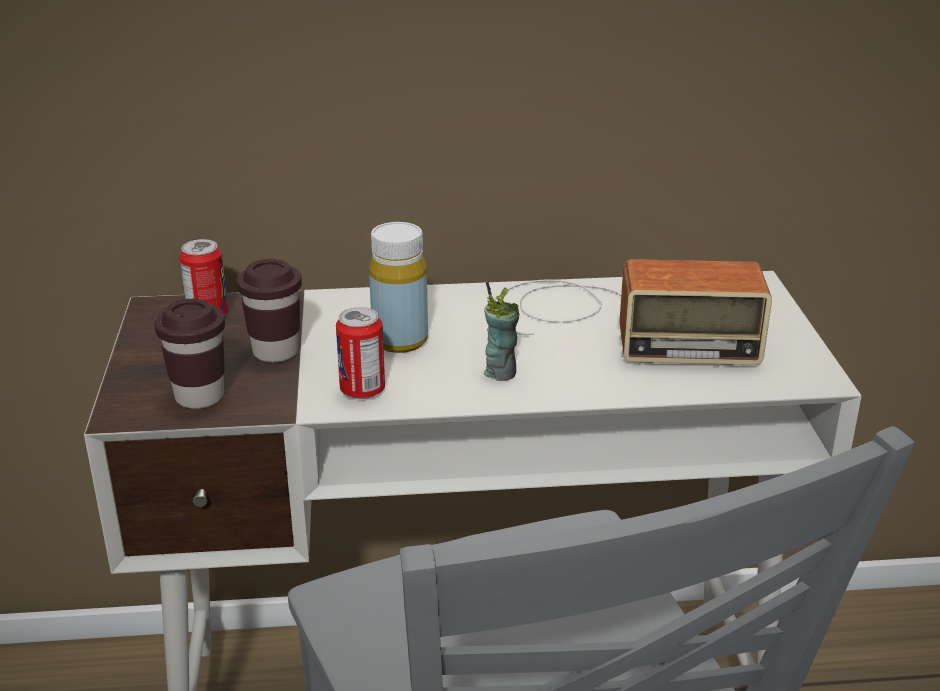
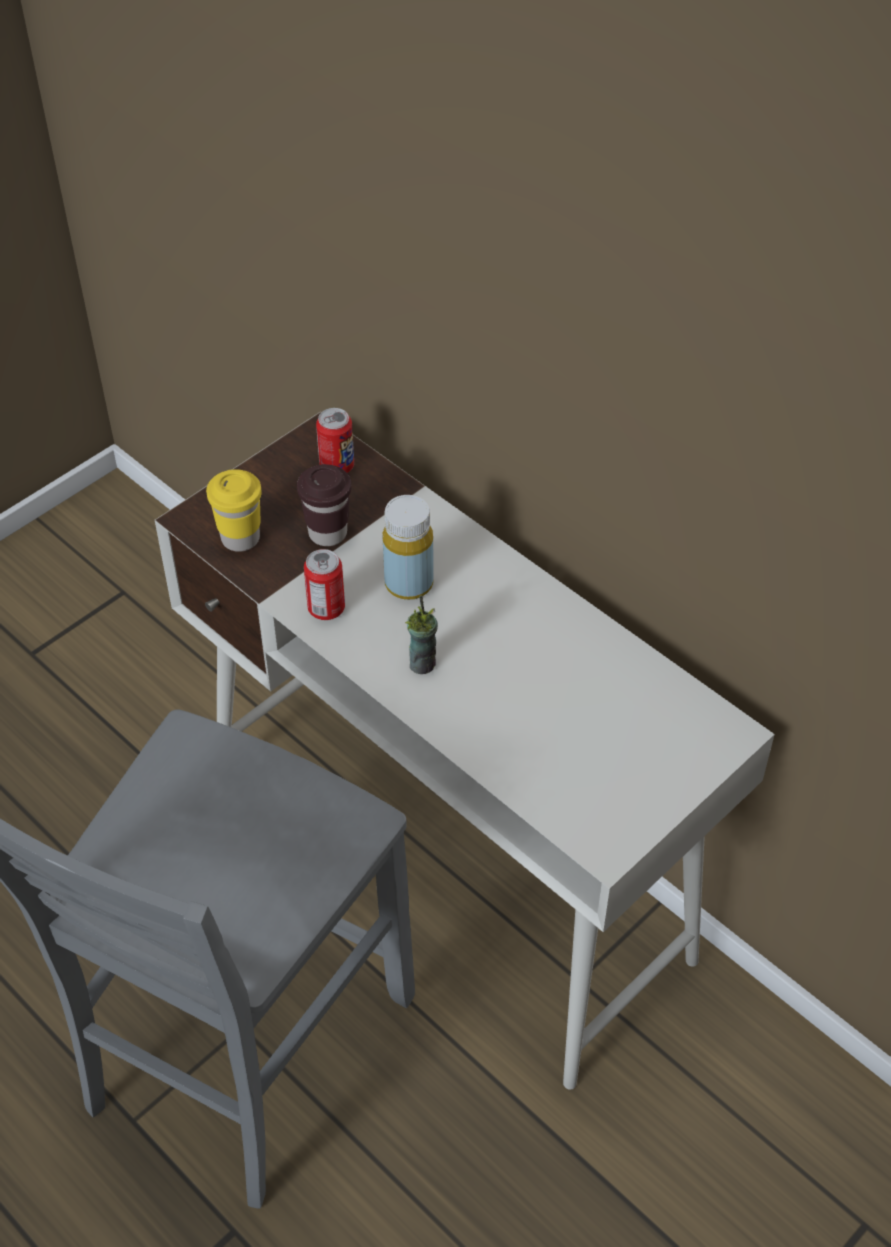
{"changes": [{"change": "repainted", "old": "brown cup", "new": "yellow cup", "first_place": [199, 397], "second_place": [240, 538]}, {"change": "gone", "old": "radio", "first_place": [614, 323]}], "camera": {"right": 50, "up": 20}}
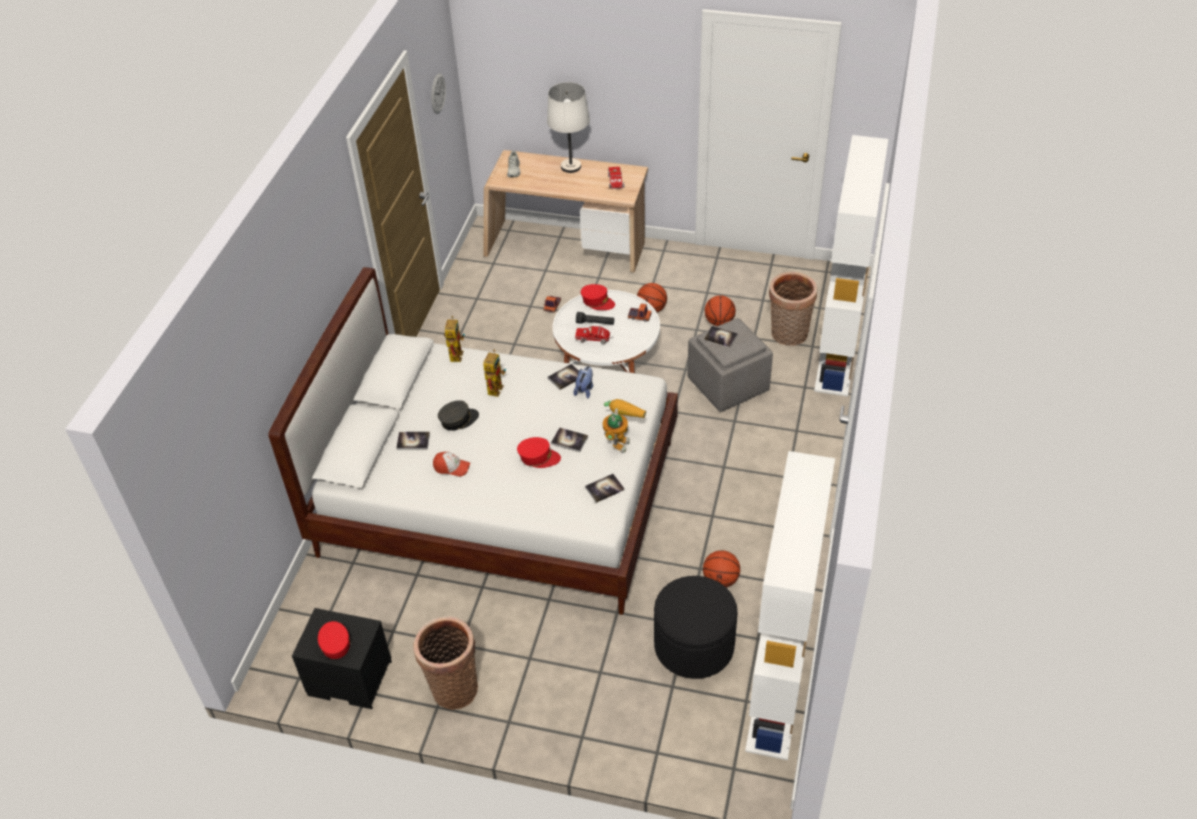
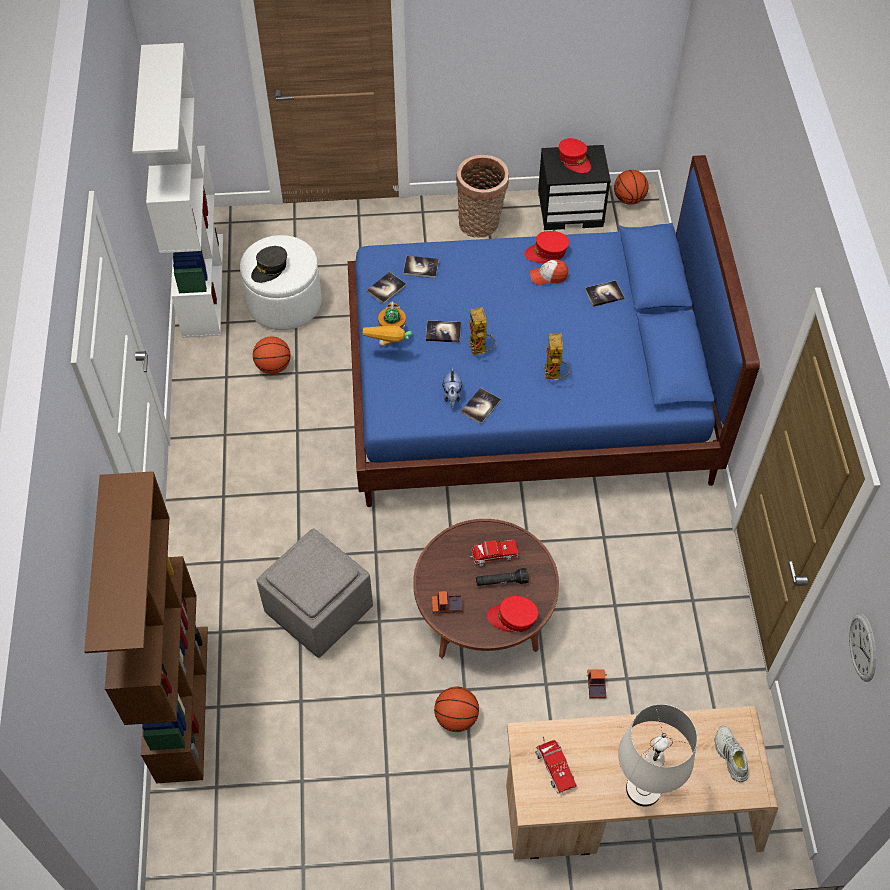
{"changes": [{"change": "repainted", "old": "white bed", "new": "blue bed", "first_place": [499, 497], "second_place": [527, 396]}, {"change": "shifted", "old": "grey cap", "first_place": [458, 420], "second_place": [270, 269]}, {"change": "shifted", "old": "toy robot", "first_place": [455, 353], "second_place": [480, 350]}, {"change": "shifted", "old": "red cap", "first_place": [538, 457], "second_place": [547, 252]}, {"change": "repainted", "old": "white coffee table", "new": "brown coffee table", "first_place": [607, 359], "second_place": [484, 610]}, {"change": "repainted", "old": "black ottoman", "new": "white ottoman", "first_place": [694, 645], "second_place": [284, 303]}, {"change": "shifted", "old": "book", "first_place": [720, 337], "second_place": [421, 267]}, {"change": "shifted", "old": "basketball", "first_place": [719, 322], "second_place": [629, 199]}, {"change": "gone", "old": "basket", "first_place": [788, 335]}, {"change": "repainted", "old": "white bookcase", "new": "brown bookcase", "first_place": [838, 353], "second_place": [181, 702]}], "camera": {"right": 160, "up": 10}}
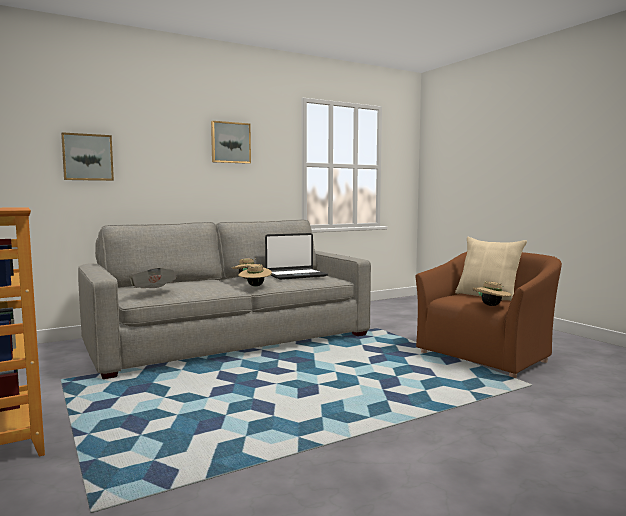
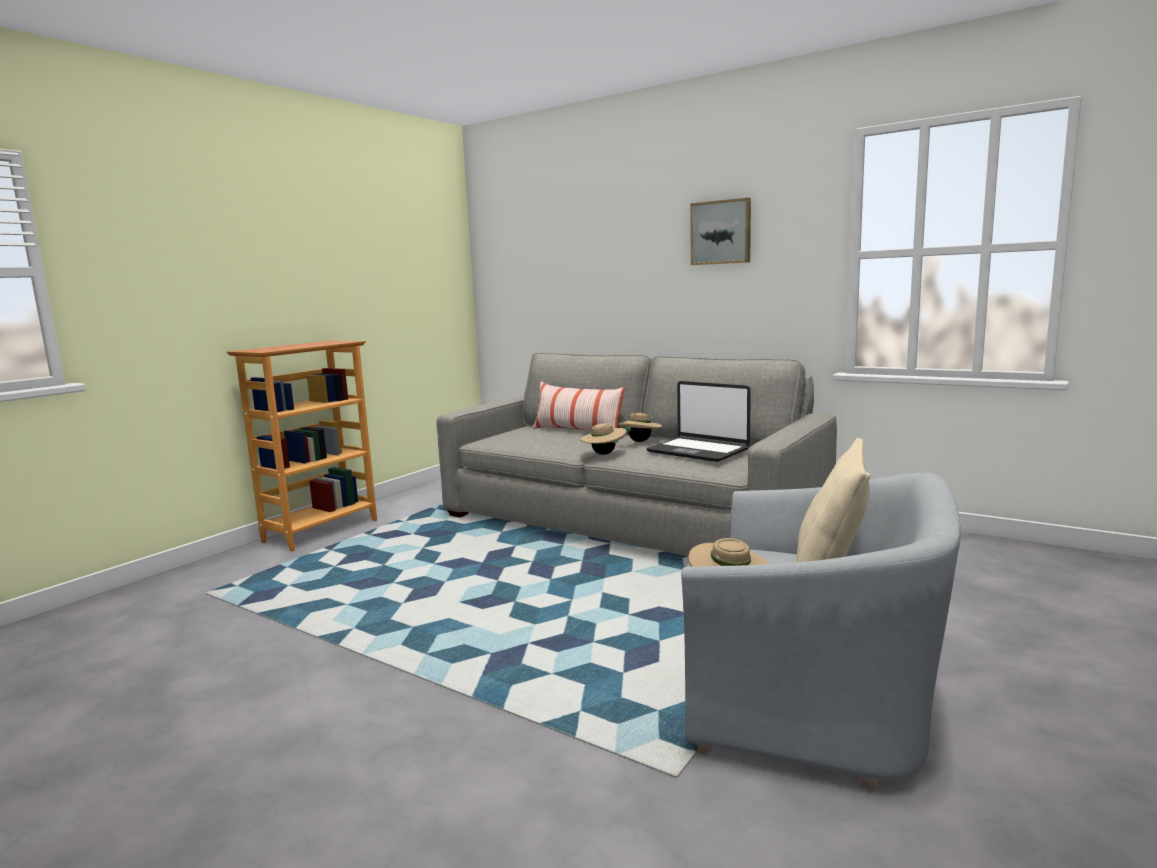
{"changes": [{"change": "gone", "old": "picture", "first_place": [87, 157]}, {"change": "gone", "old": "newspaper", "first_place": [154, 292]}, {"change": "repainted", "old": "brown armchair", "new": "grey armchair", "first_place": [486, 355], "second_place": [815, 706]}, {"change": "new", "new": "pillow", "second_place": [577, 432]}], "camera": {"right": 65, "up": 5}}
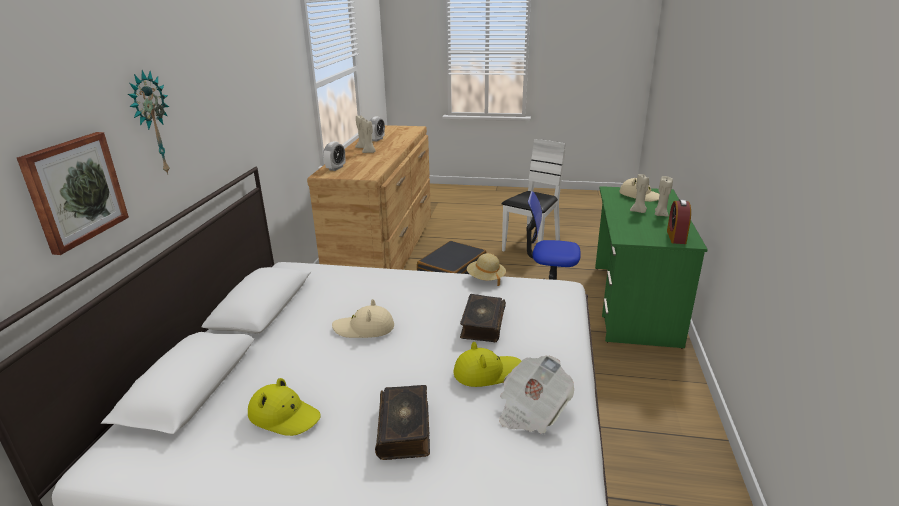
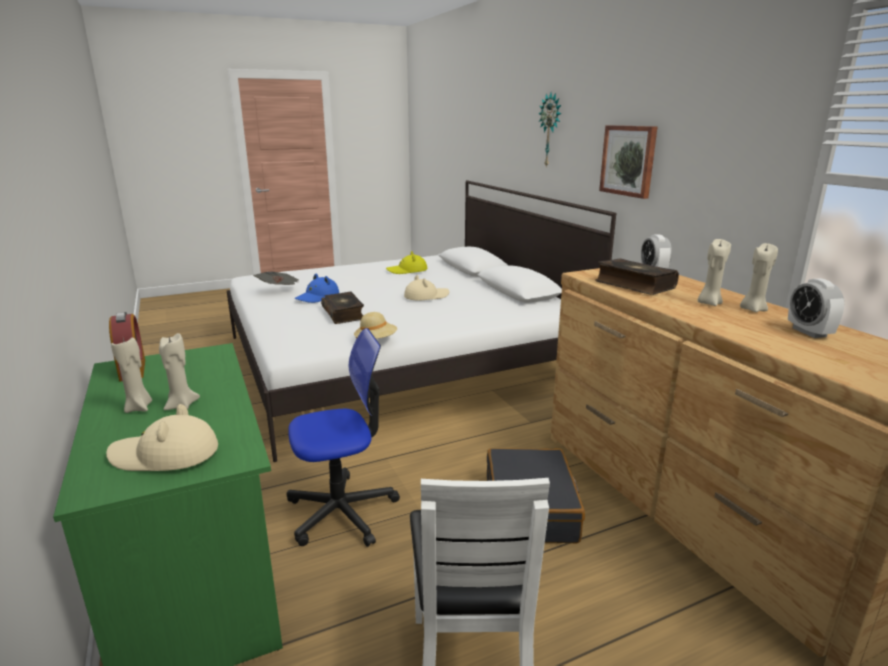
{"changes": [{"change": "shifted", "old": "picture", "first_place": [74, 190], "second_place": [629, 160]}, {"change": "shifted", "old": "book", "first_place": [405, 429], "second_place": [634, 285]}, {"change": "repainted", "old": "yellow hat", "new": "blue hat", "first_place": [487, 372], "second_place": [317, 297]}], "camera": {"right": 145, "up": -5}}
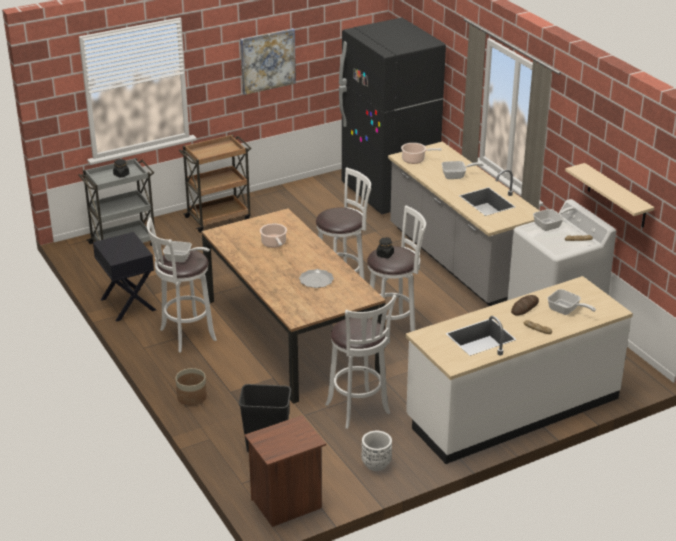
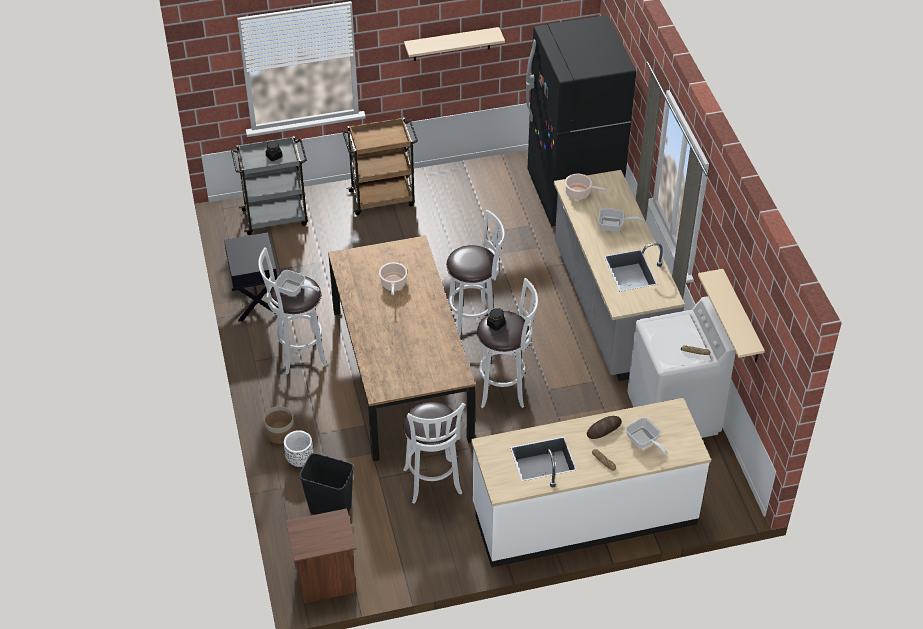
{"changes": [{"change": "swapped", "old": "picture", "new": "beige shelf", "first_place": [267, 61], "second_place": [451, 44]}, {"change": "gone", "old": "plate", "first_place": [316, 280]}, {"change": "shifted", "old": "white planter", "first_place": [376, 464], "second_place": [299, 459]}, {"change": "gone", "old": "frying pan", "first_place": [551, 225]}], "camera": {"right": 15, "up": 15}}
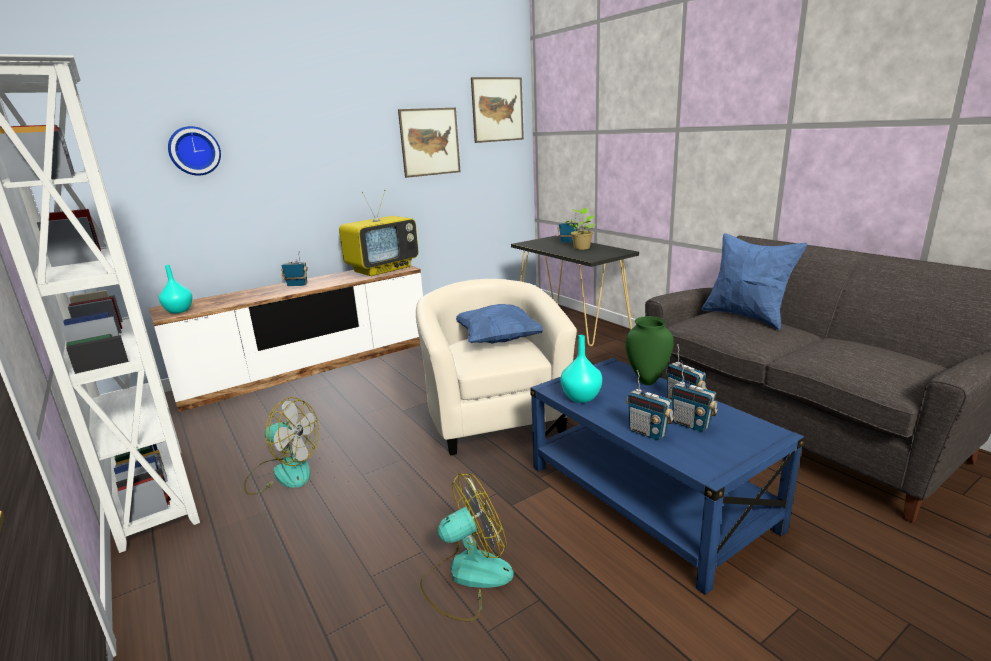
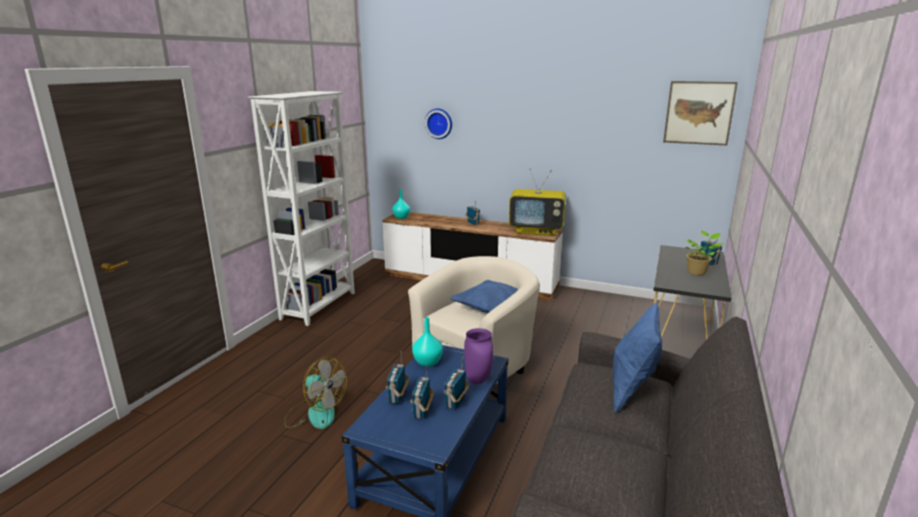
{"changes": [{"change": "gone", "old": "fan", "first_place": [283, 473]}, {"change": "gone", "old": "picture", "first_place": [430, 142]}, {"change": "repainted", "old": "green vase", "new": "purple vase", "first_place": [647, 381], "second_place": [478, 380]}], "camera": {"right": 55, "up": 0}}
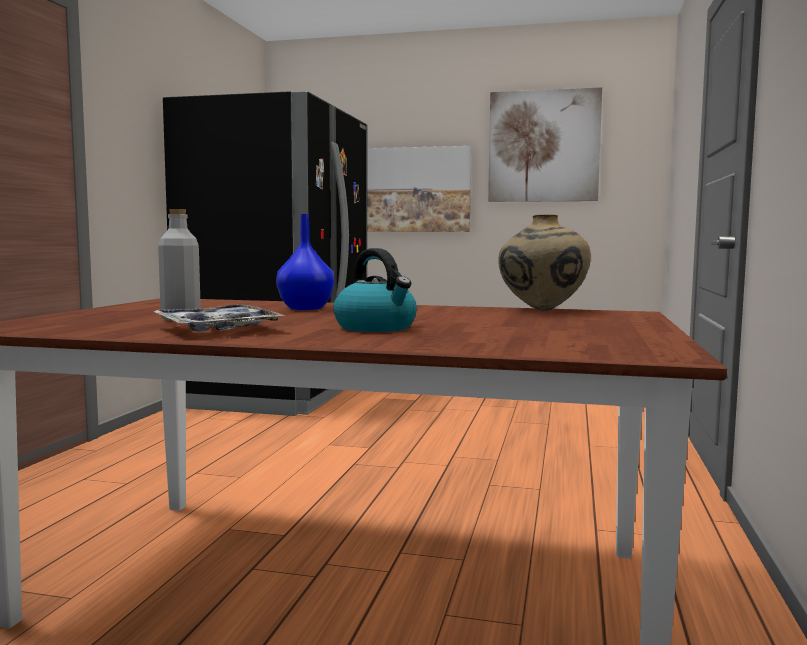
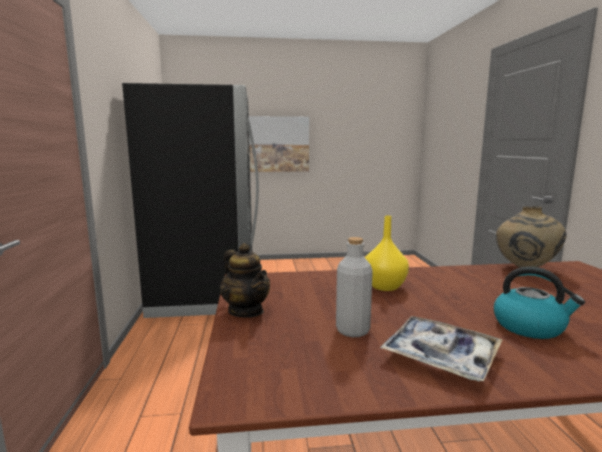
{"changes": [{"change": "repainted", "old": "blue vase", "new": "yellow vase", "first_place": [306, 308], "second_place": [385, 286]}, {"change": "gone", "old": "picture", "first_place": [543, 146]}, {"change": "new", "new": "teapot", "second_place": [246, 311]}], "camera": {"right": -20, "up": 5}}
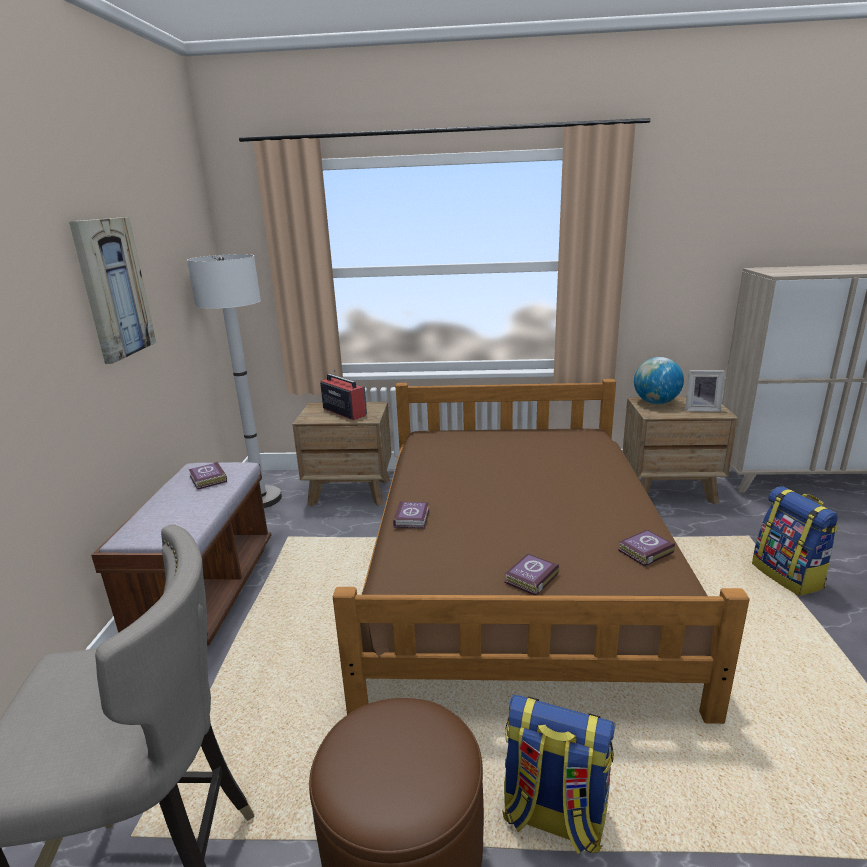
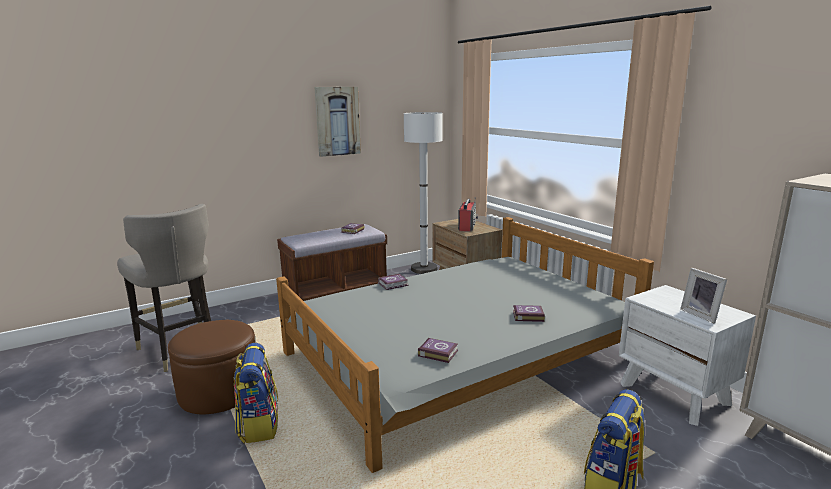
{"changes": [{"change": "repainted", "old": "brown bed", "new": "grey bed", "first_place": [514, 564], "second_place": [458, 356]}, {"change": "shifted", "old": "book", "first_place": [530, 578], "second_place": [527, 316]}, {"change": "repainted", "old": "brown nightstand", "new": "white nightstand", "first_place": [669, 490], "second_place": [674, 394]}, {"change": "gone", "old": "globe", "first_place": [655, 402]}], "camera": {"right": 55, "up": -5}}
